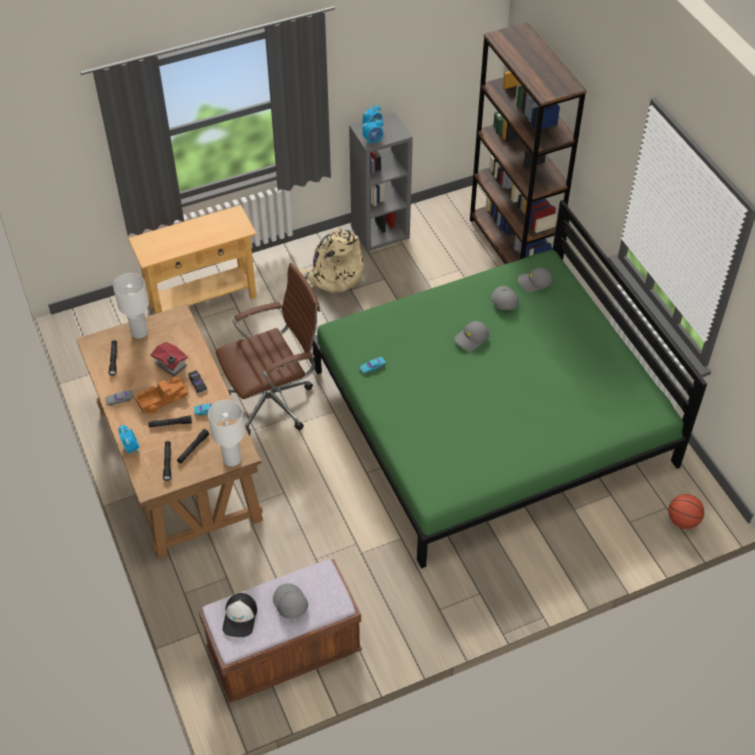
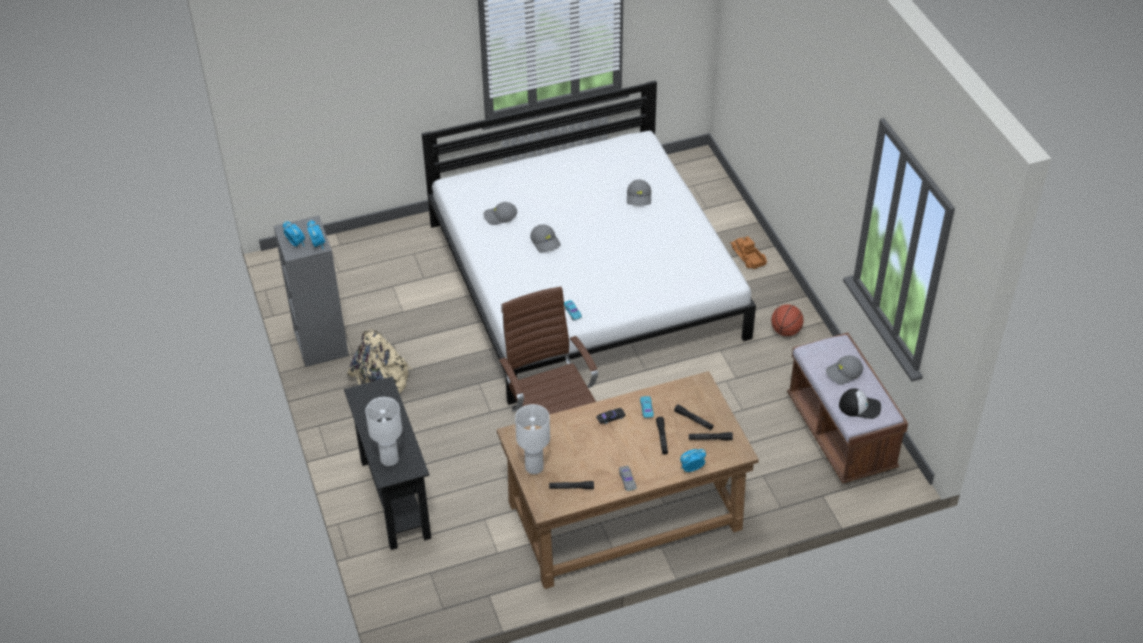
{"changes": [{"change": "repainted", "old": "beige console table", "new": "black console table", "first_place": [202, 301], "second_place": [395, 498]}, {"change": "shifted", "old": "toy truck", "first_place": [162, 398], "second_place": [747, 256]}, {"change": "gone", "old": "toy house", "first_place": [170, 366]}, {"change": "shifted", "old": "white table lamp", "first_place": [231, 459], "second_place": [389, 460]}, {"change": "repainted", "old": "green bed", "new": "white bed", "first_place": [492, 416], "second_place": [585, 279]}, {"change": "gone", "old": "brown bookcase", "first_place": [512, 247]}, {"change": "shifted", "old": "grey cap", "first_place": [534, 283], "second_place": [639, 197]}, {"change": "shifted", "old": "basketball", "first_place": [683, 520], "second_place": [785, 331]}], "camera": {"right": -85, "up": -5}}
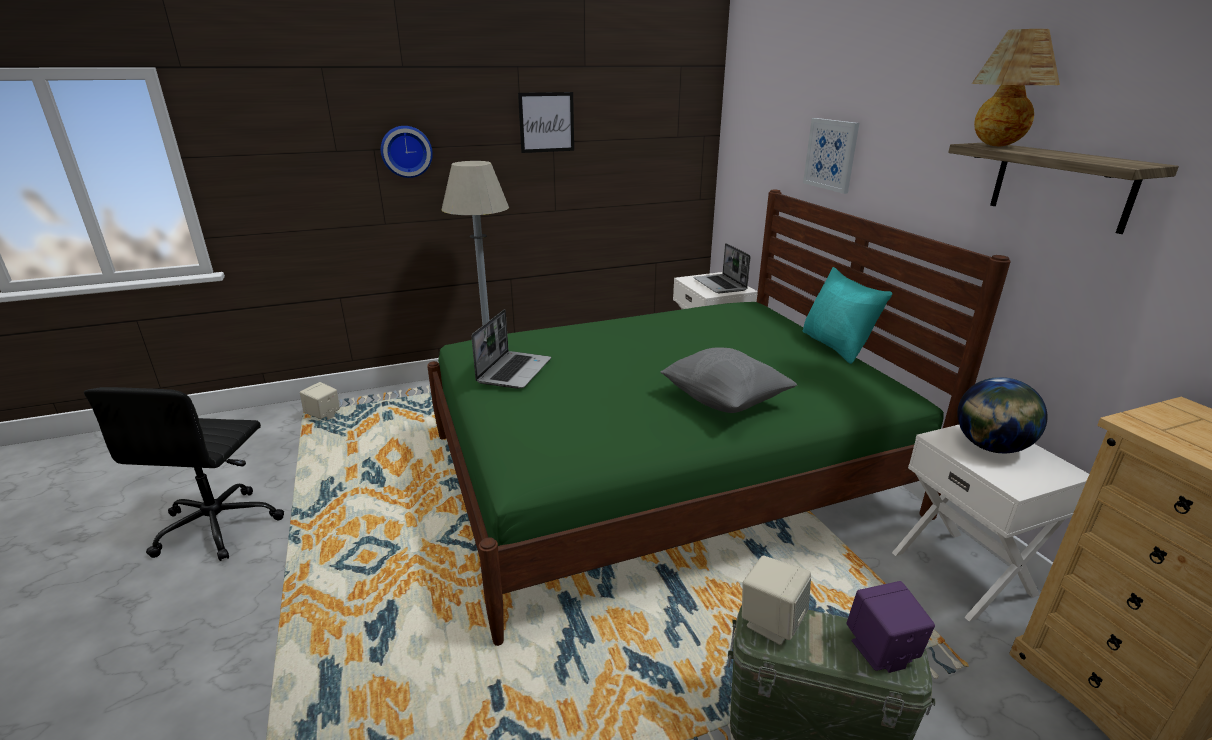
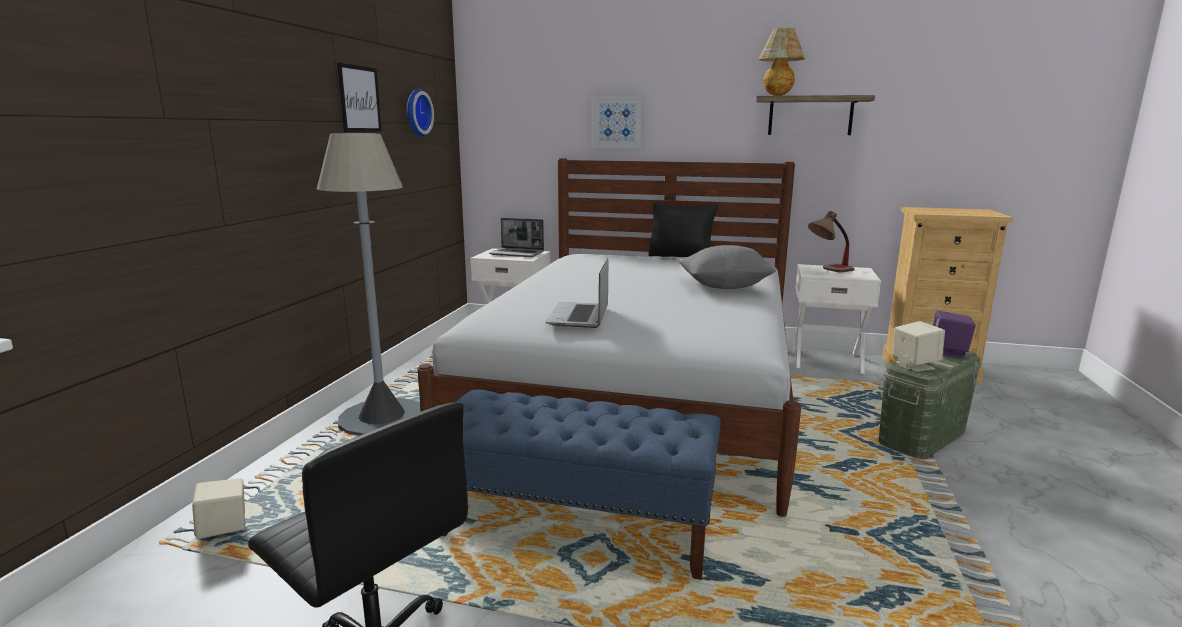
{"changes": [{"change": "shifted", "old": "wall clock", "first_place": [406, 151], "second_place": [416, 112]}, {"change": "repainted", "old": "green bed", "new": "white bed", "first_place": [662, 474], "second_place": [639, 395]}, {"change": "rotated", "old": "laptop", "first_place": [514, 371], "second_place": [579, 317], "degrees": -135}, {"change": "repainted", "old": "turquoise pillow", "new": "black pillow", "first_place": [836, 346], "second_place": [681, 257]}, {"change": "swapped", "old": "globe", "new": "table lamp", "first_place": [990, 447], "second_place": [828, 271]}, {"change": "new", "new": "blue bench", "second_place": [577, 529]}], "camera": {"right": -55, "up": -10}}
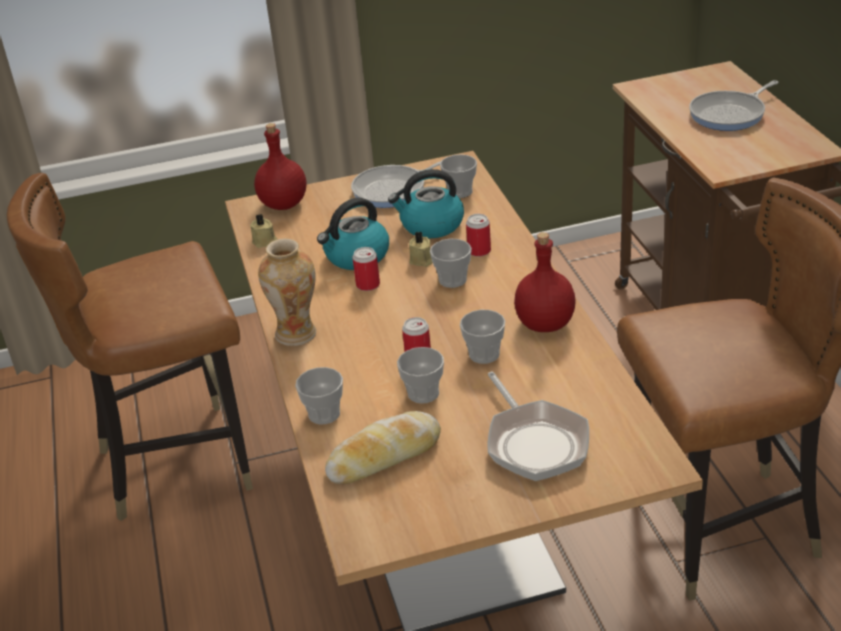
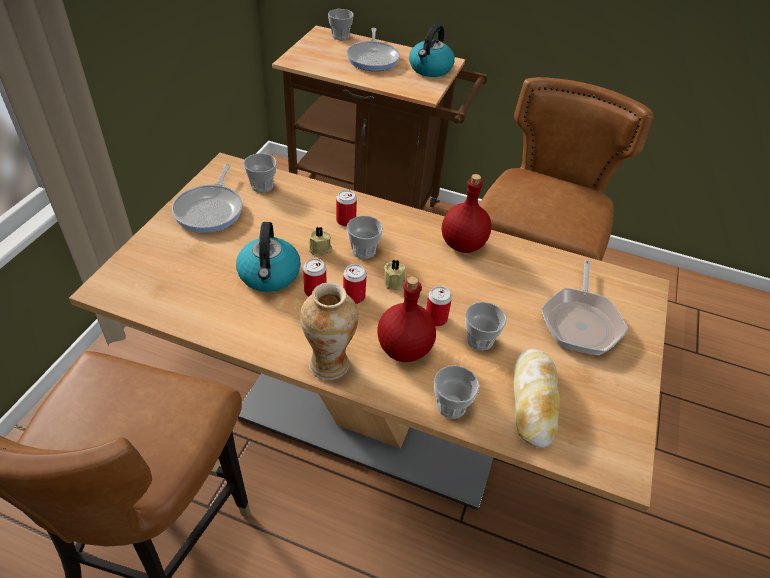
{"changes": [{"change": "shifted", "old": "beige candle", "first_place": [265, 242], "second_place": [395, 282]}, {"change": "shifted", "old": "red bottle", "first_place": [283, 204], "second_place": [403, 349]}, {"change": "shifted", "old": "kettle", "first_place": [431, 225], "second_place": [430, 69]}, {"change": "shifted", "old": "cup", "first_place": [484, 354], "second_place": [340, 36]}, {"change": "rotated", "old": "frying pan", "first_place": [534, 442], "second_place": [581, 321], "degrees": 90}, {"change": "new", "new": "can", "second_place": [354, 296]}], "camera": {"right": -60, "up": 10}}
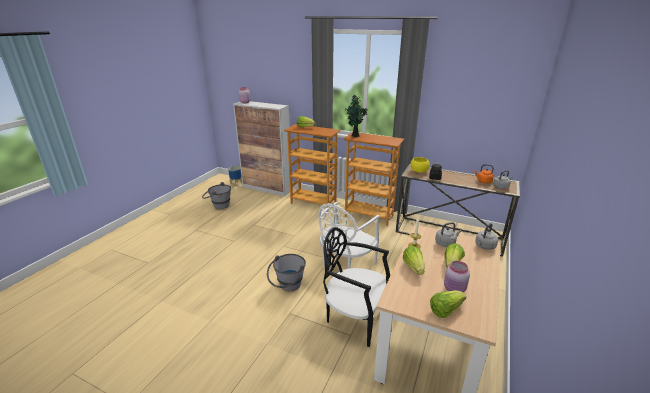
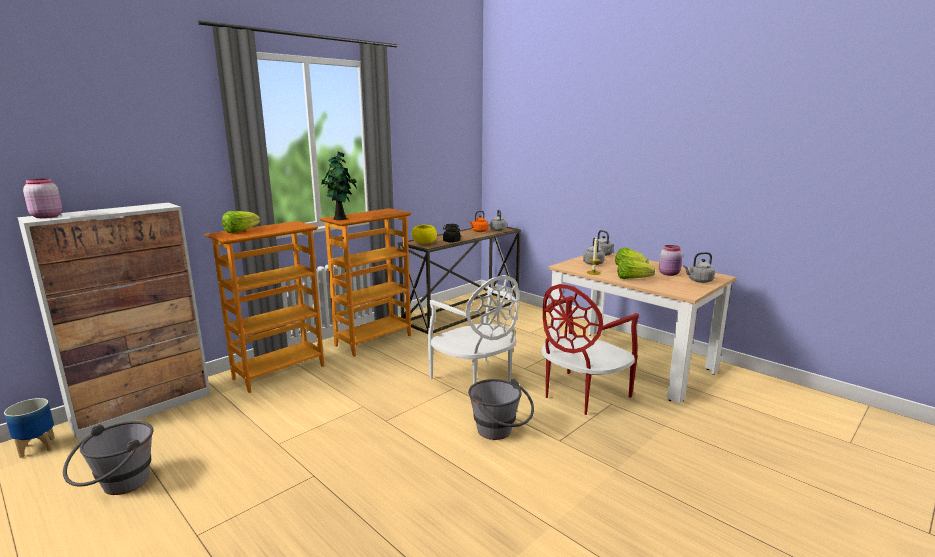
{"changes": [{"change": "repainted", "old": "black chair", "new": "red chair", "first_place": [354, 317], "second_place": [581, 395]}, {"change": "swapped", "old": "lettuce", "new": "grey kettle", "first_place": [445, 310], "second_place": [699, 281]}], "camera": {"right": -70, "up": -10}}
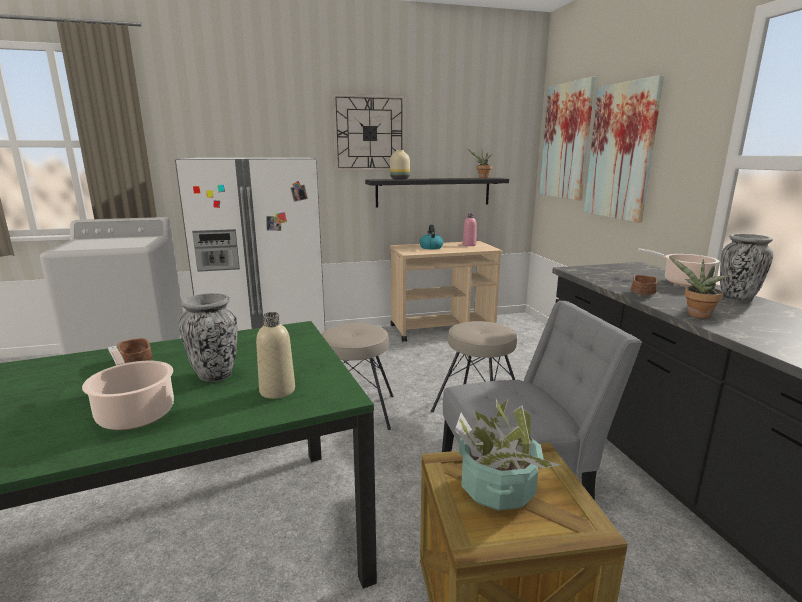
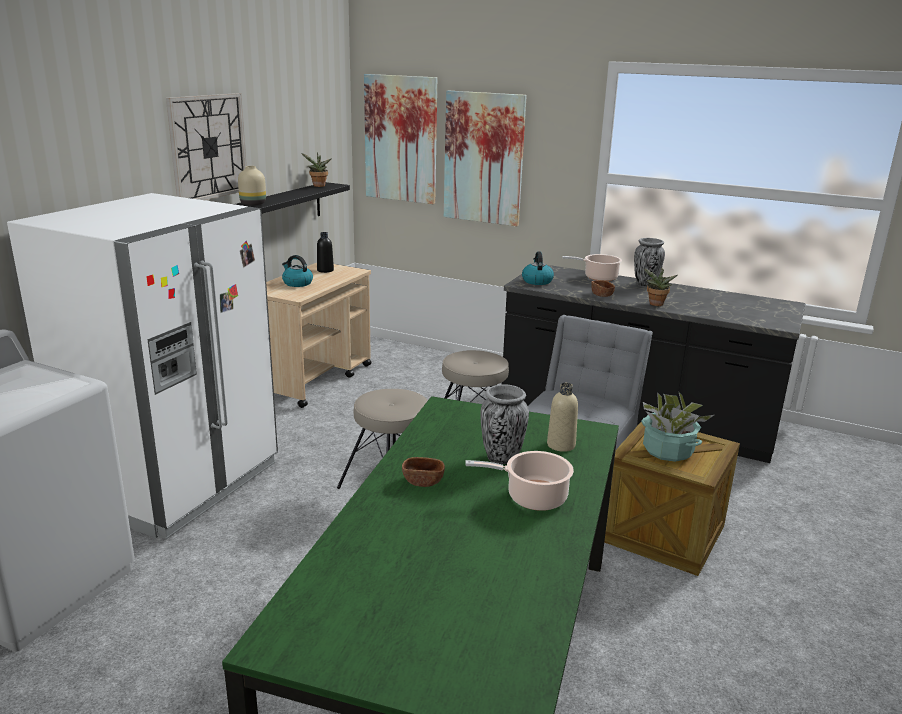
{"changes": [{"change": "repainted", "old": "pink bottle", "new": "black bottle", "first_place": [469, 245], "second_place": [325, 270]}, {"change": "new", "new": "kettle", "second_place": [537, 281]}], "camera": {"right": -50, "up": 5}}
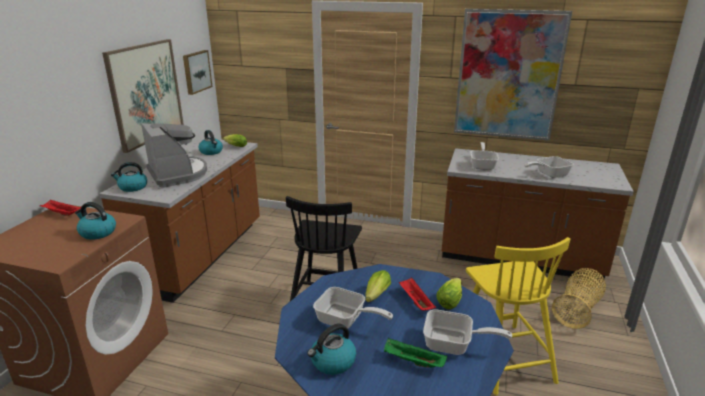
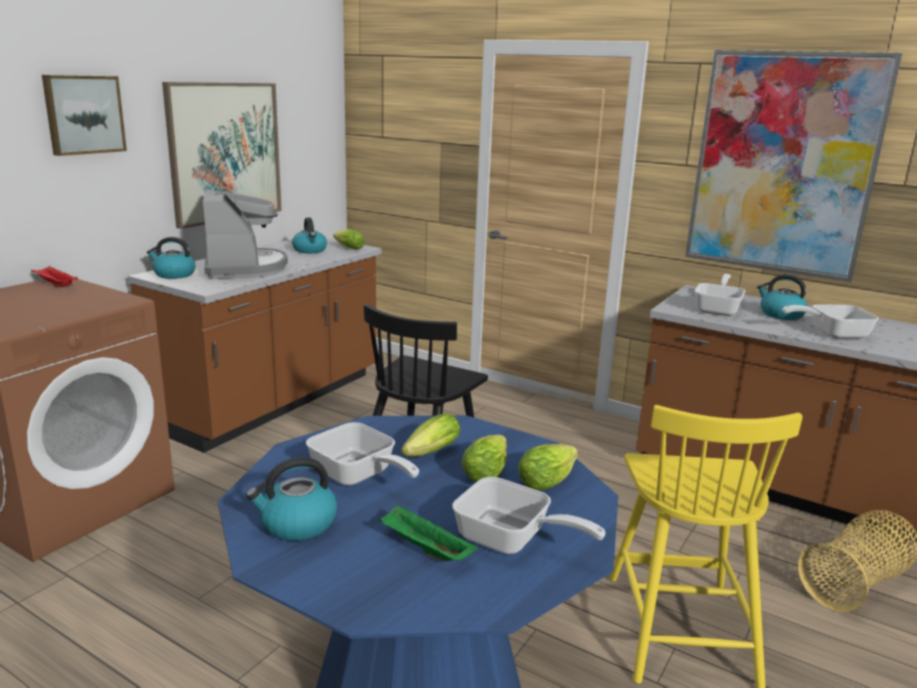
{"changes": [{"change": "shifted", "old": "kettle", "first_place": [97, 232], "second_place": [780, 314]}, {"change": "shifted", "old": "picture", "first_place": [196, 71], "second_place": [83, 114]}, {"change": "swapped", "old": "red tray", "new": "lettuce", "first_place": [415, 301], "second_place": [488, 471]}], "camera": {"right": 15, "up": -5}}
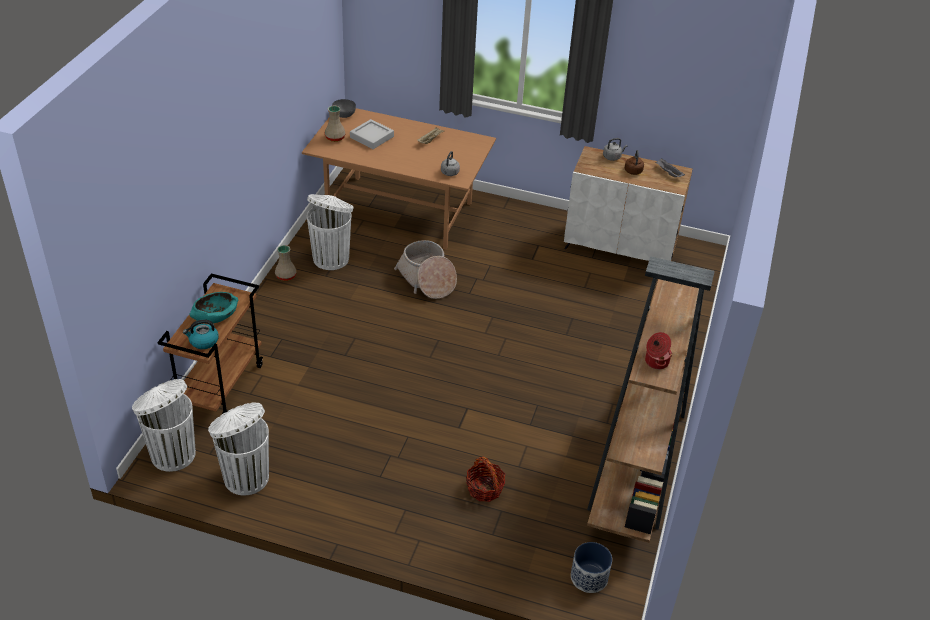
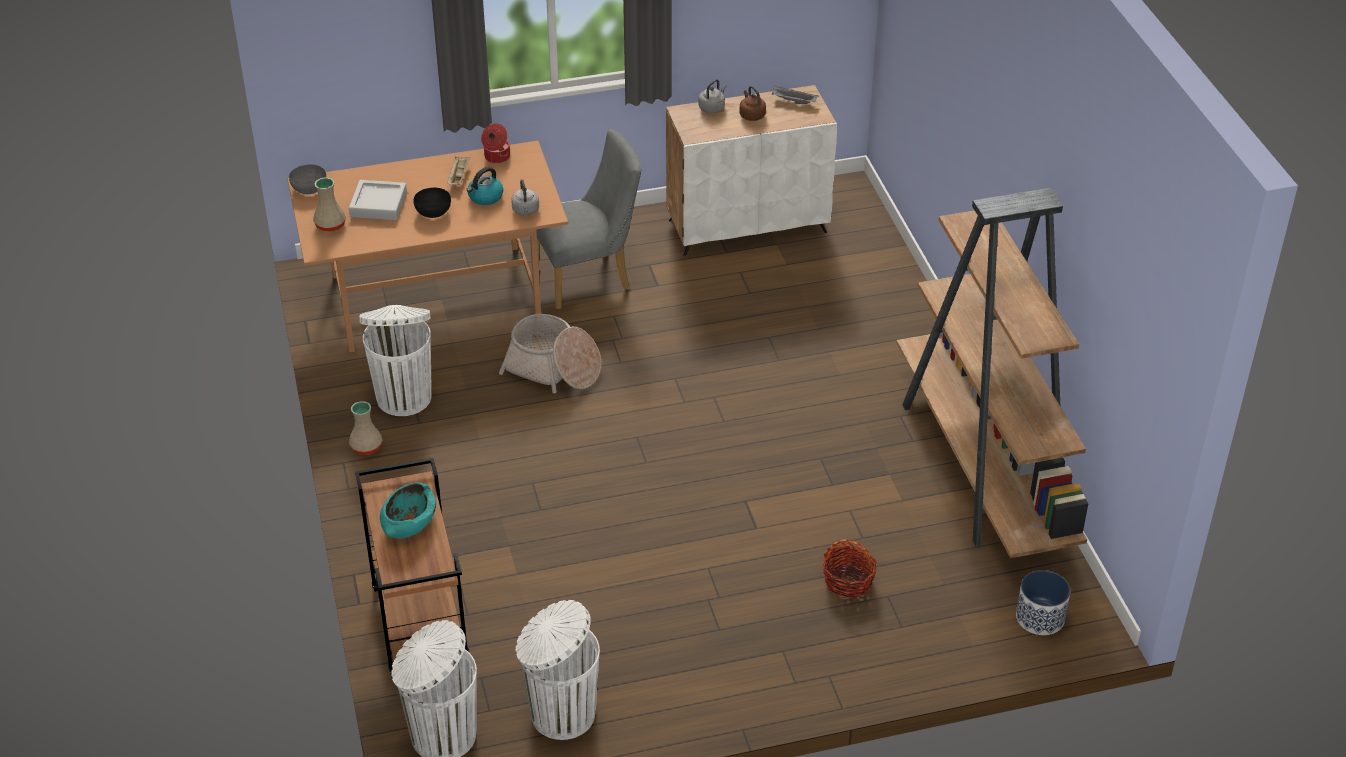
{"changes": [{"change": "shifted", "old": "kettle", "first_place": [203, 341], "second_place": [485, 197]}, {"change": "shifted", "old": "cooking pot", "first_place": [656, 361], "second_place": [496, 157]}, {"change": "new", "new": "black bowl", "second_place": [433, 212]}, {"change": "new", "new": "grey chair", "second_place": [589, 277]}], "camera": {"right": -30, "up": 0}}
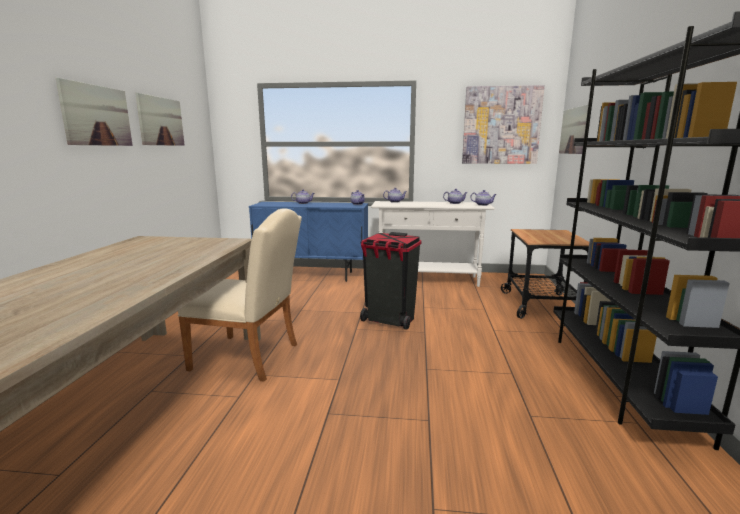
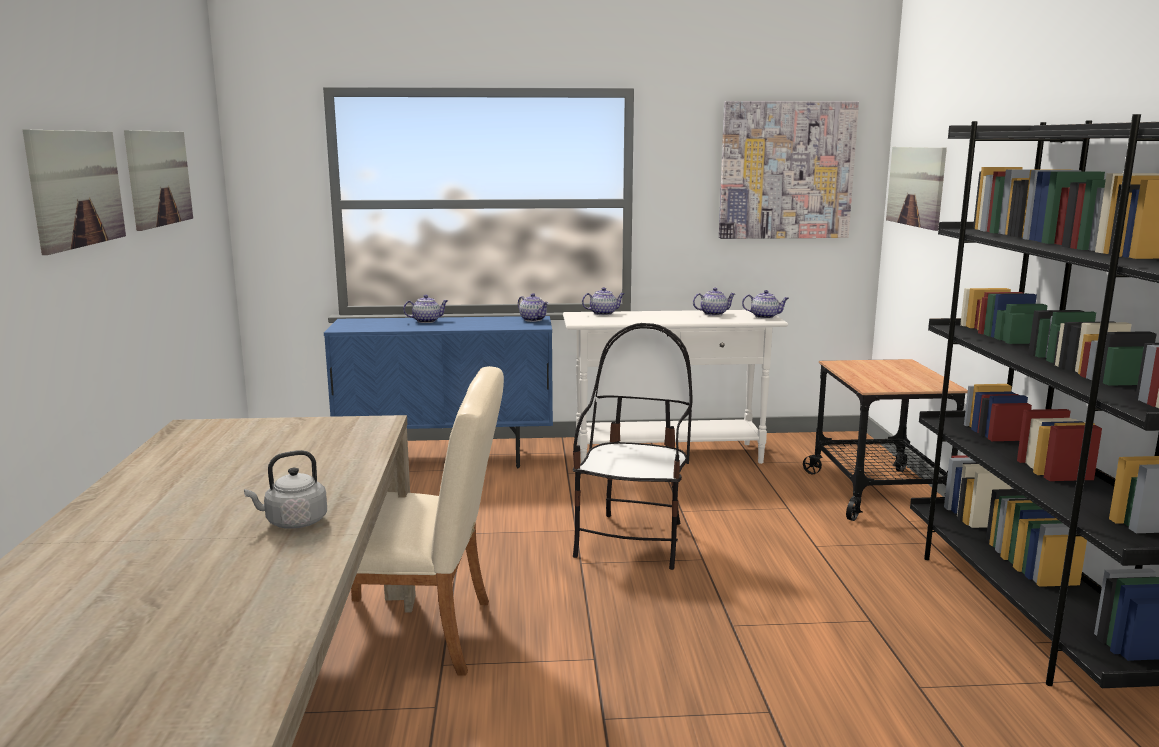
{"changes": [{"change": "swapped", "old": "black trash can", "new": "chair", "first_place": [390, 320], "second_place": [633, 541]}, {"change": "new", "new": "grey kettle", "second_place": [293, 522]}], "camera": {"right": -10, "up": 0}}
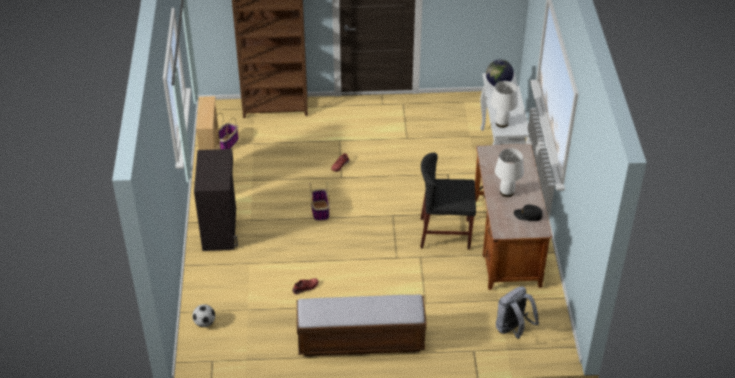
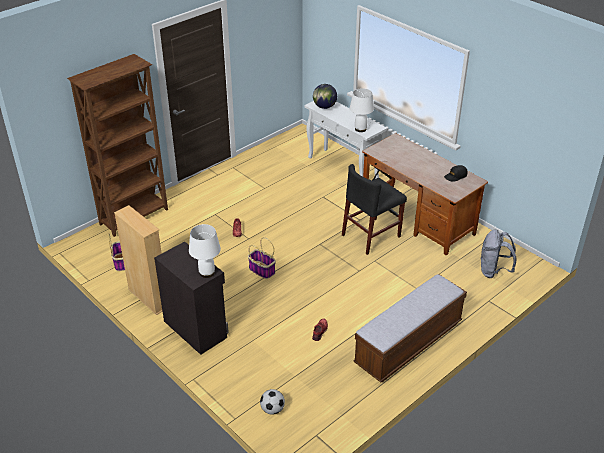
{"changes": [{"change": "shifted", "old": "white table lamp", "first_place": [507, 192], "second_place": [207, 273]}], "camera": {"right": -40, "up": -5}}
